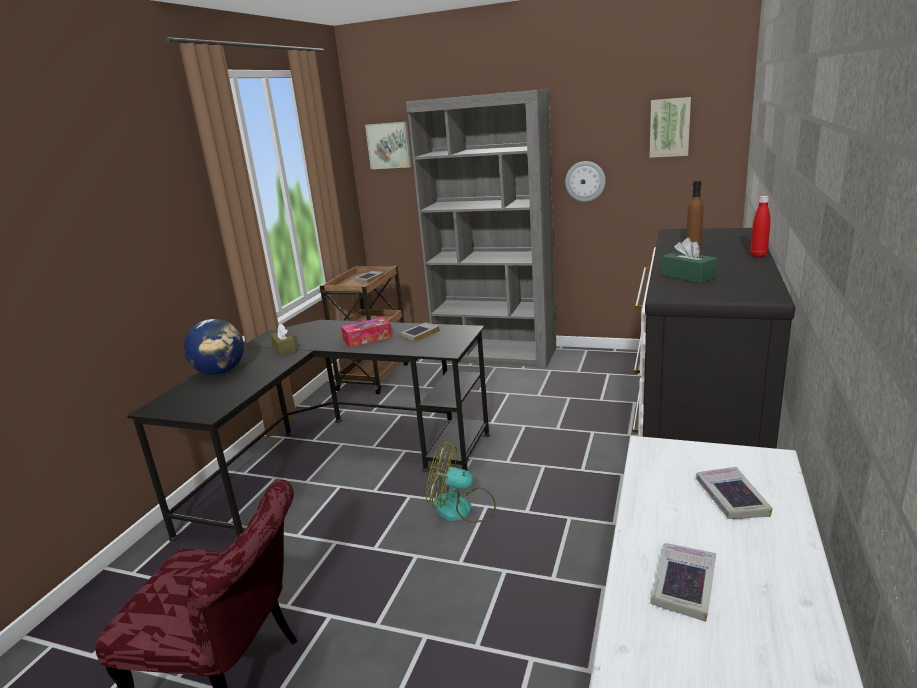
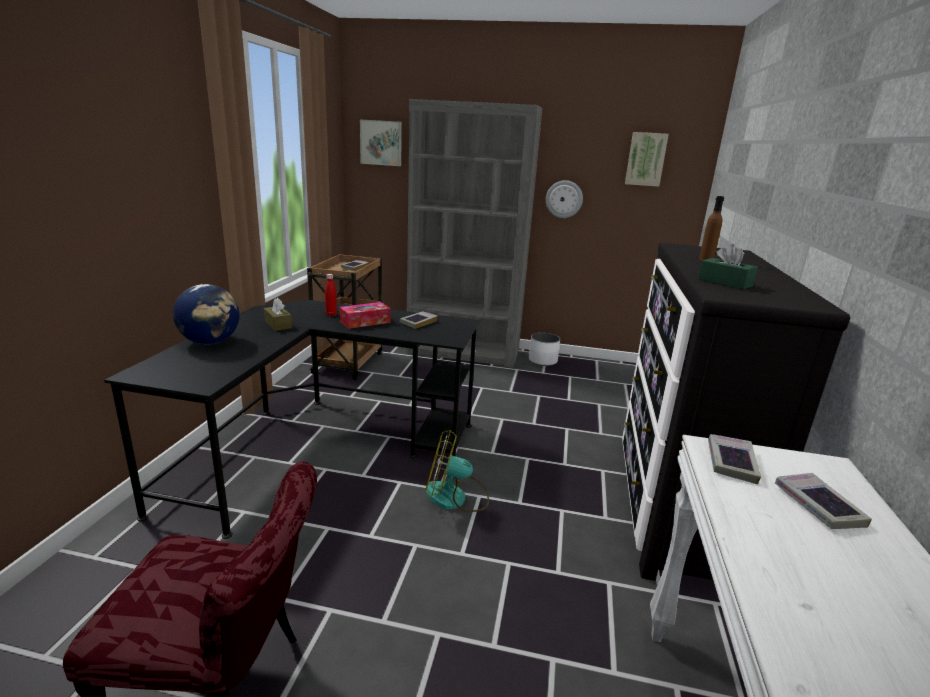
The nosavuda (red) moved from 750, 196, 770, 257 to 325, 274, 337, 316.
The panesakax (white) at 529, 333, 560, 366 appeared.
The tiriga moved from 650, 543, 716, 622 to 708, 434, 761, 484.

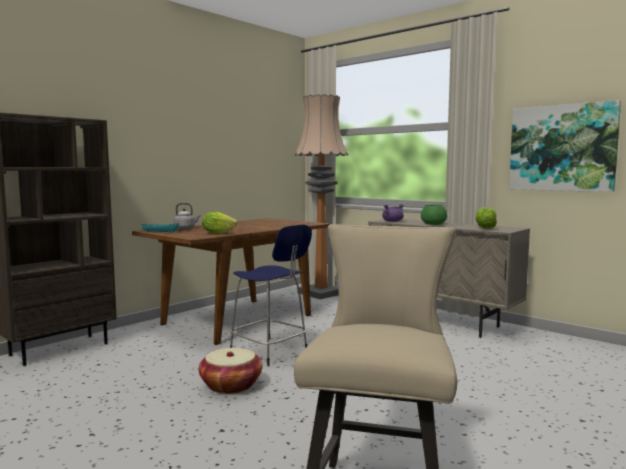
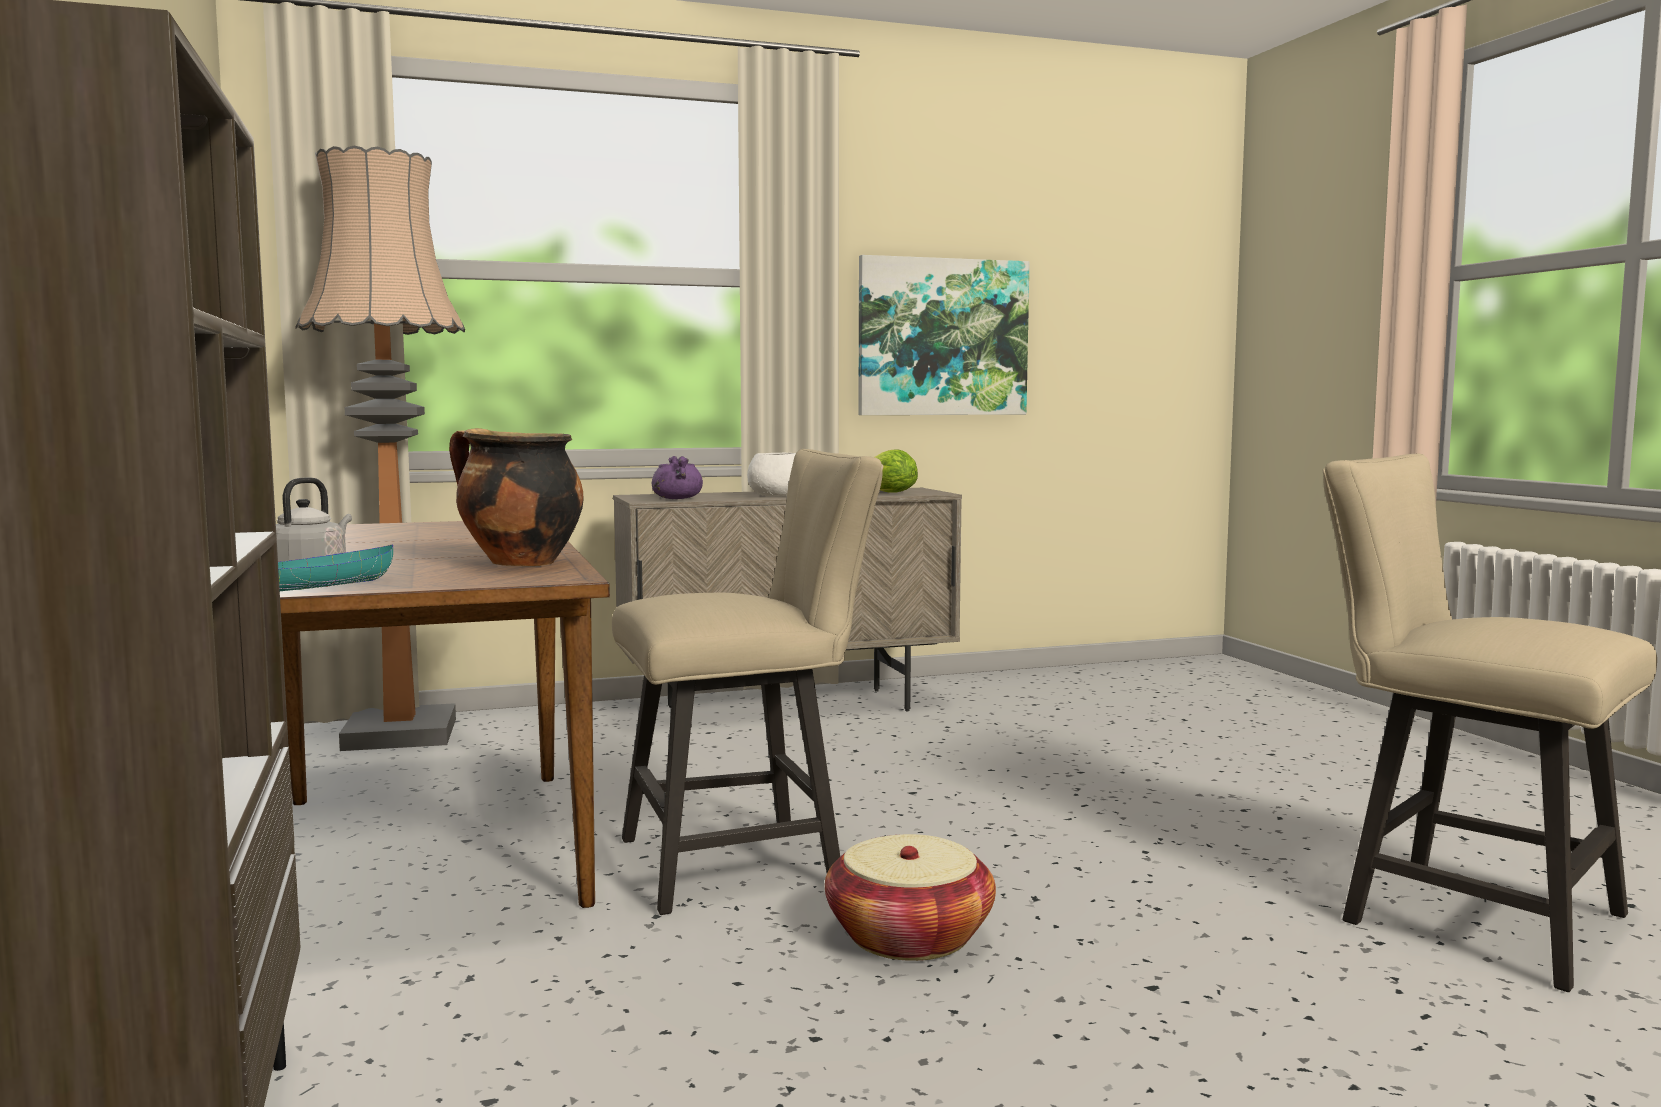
The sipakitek at 202, 212, 237, 234 was replaced by the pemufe at 449, 428, 584, 566.
The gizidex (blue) at 230, 225, 312, 366 was replaced by the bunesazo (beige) at 612, 449, 883, 915.
The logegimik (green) at 421, 205, 447, 225 became the logegimik (white) at 747, 453, 796, 496.

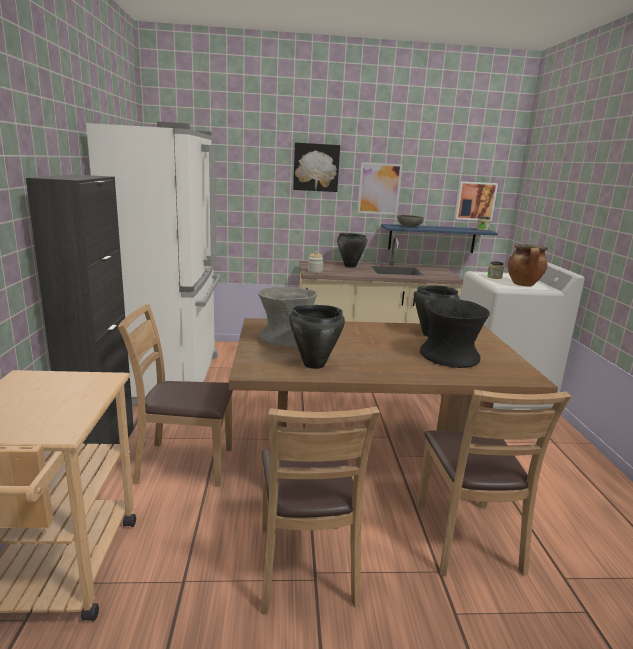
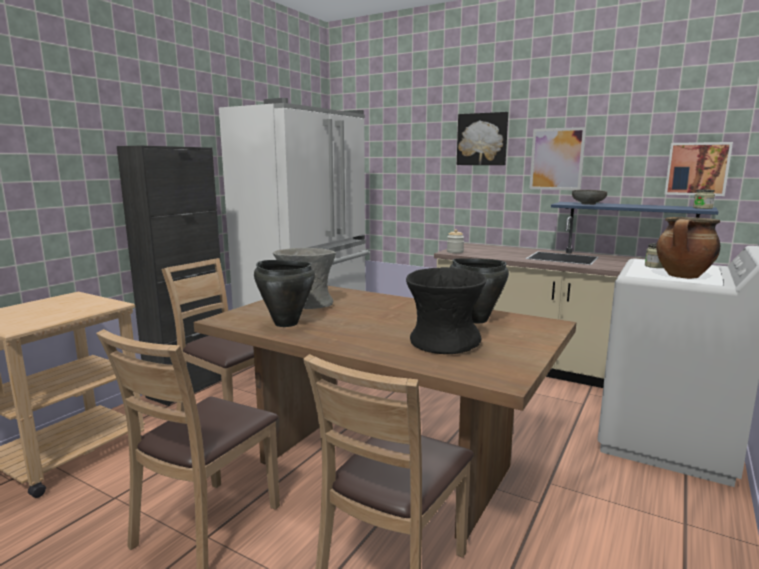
The pemufe (black) at 337, 233, 367, 268 disappeared.

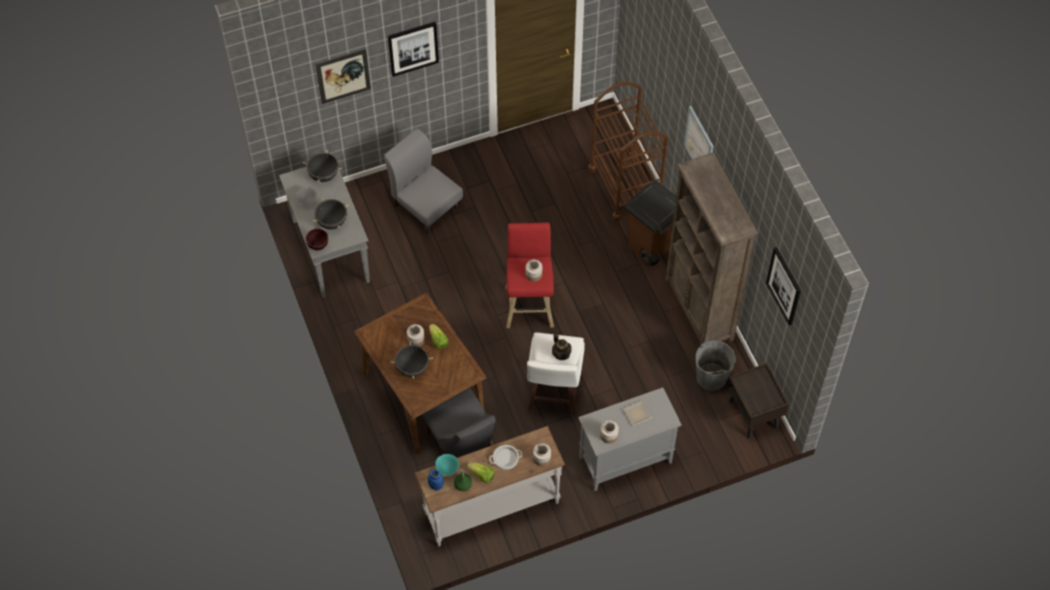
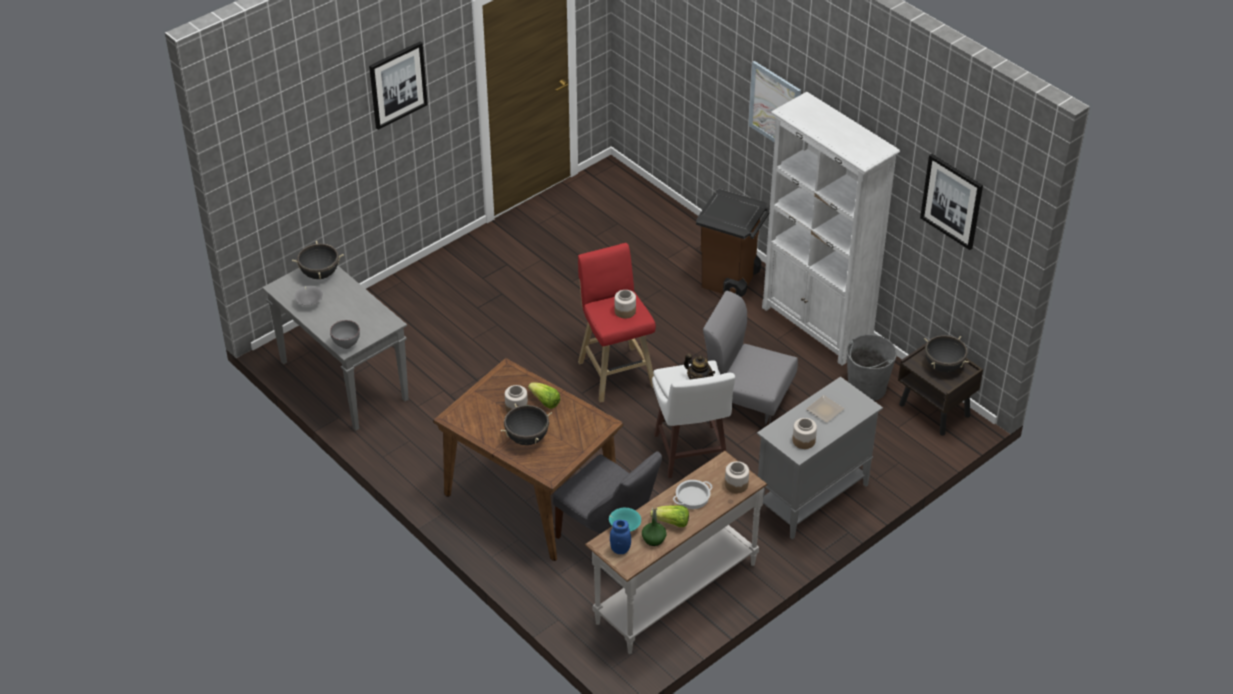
The logegimik (brown) at 306, 228, 328, 251 became the logegimik (grey) at 330, 320, 360, 349.
The bunesazo (grey) moved from 384, 129, 463, 233 to 703, 291, 798, 427.
The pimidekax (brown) at 665, 152, 758, 346 became the pimidekax (white) at 762, 92, 900, 366.
The pemufe (black) moved from 313, 198, 349, 230 to 924, 335, 968, 372.
The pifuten at 315, 49, 371, 104 disappeared.
The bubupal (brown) at 588, 82, 668, 222 disappeared.

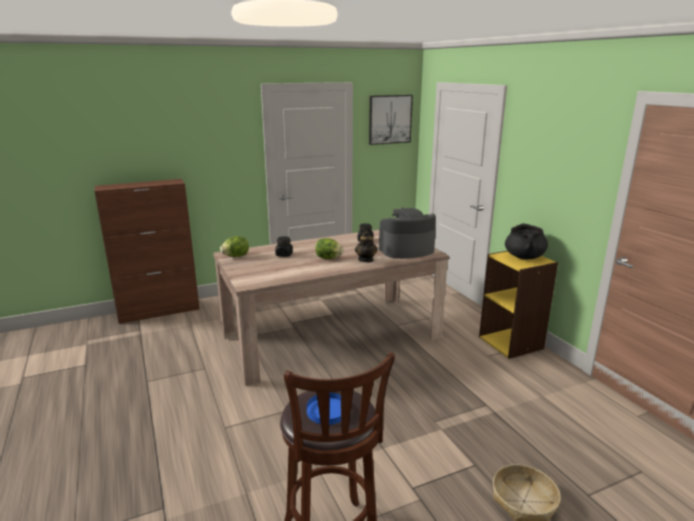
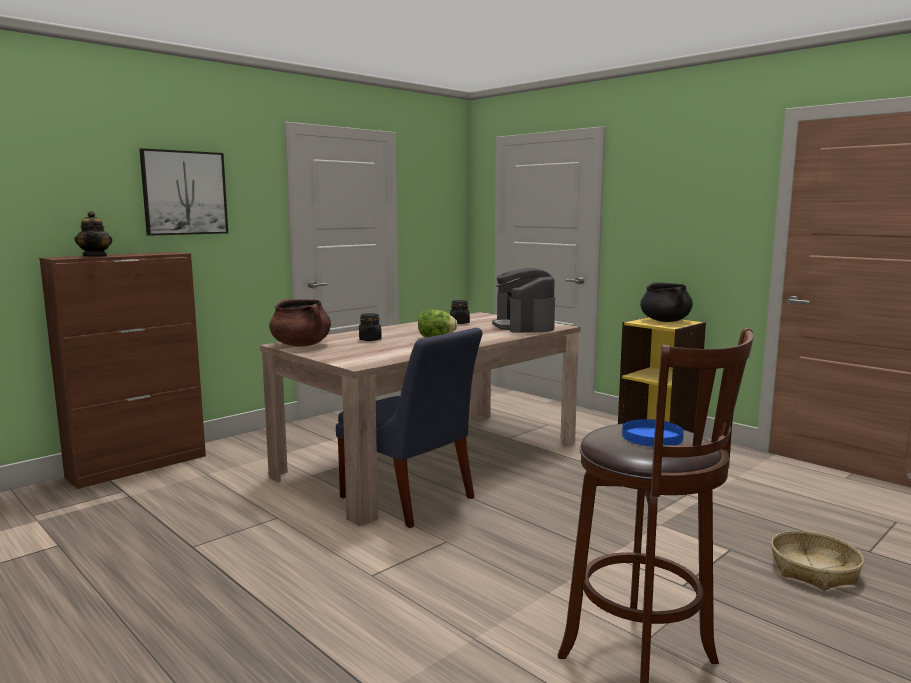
The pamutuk moved from 355, 231, 378, 262 to 74, 211, 112, 257.
The pifuten moved from 369, 95, 413, 145 to 139, 148, 228, 236.
The sipakitek at 220, 236, 249, 257 was replaced by the pemufe (brown) at 269, 299, 331, 347.
The bunesazo (blue) at 336, 328, 483, 528 appeared.
The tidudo at 379, 208, 436, 259 turned 60 degrees counterclockwise.

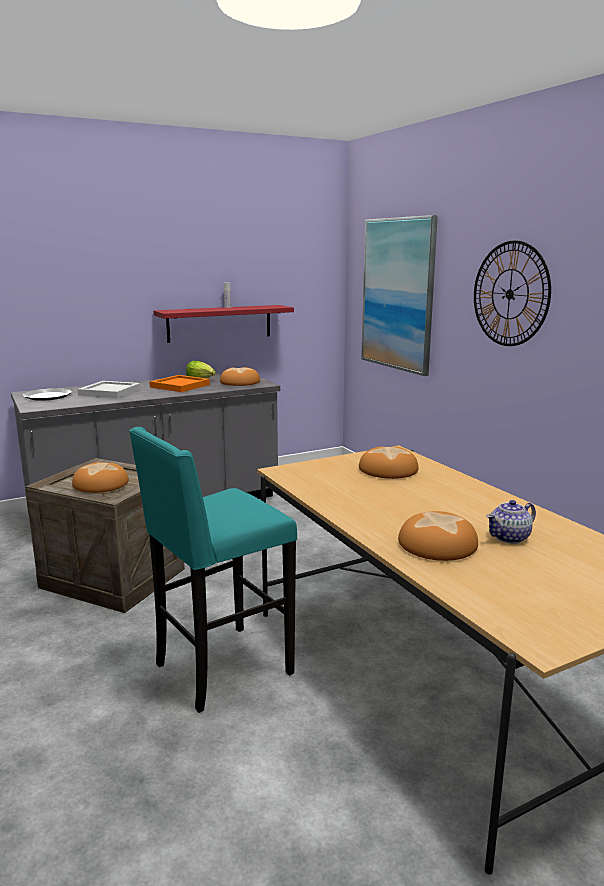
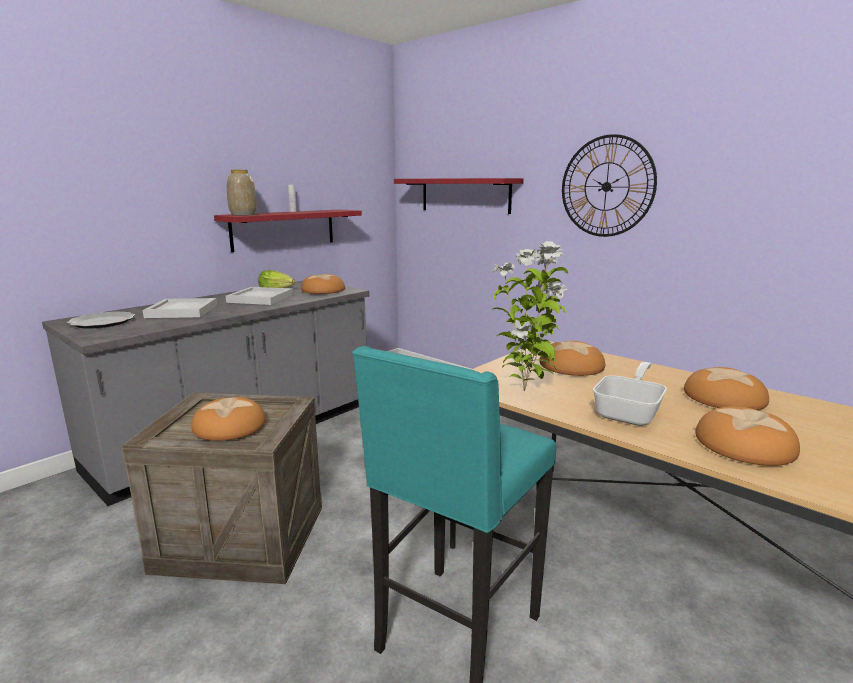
The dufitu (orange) at 149, 375, 210, 392 became the dufitu (white) at 226, 287, 293, 305.
The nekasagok at 227, 170, 257, 216 appeared.
The pifuten at 361, 215, 438, 376 was replaced by the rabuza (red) at 394, 178, 523, 214.
The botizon at 492, 241, 568, 391 appeared.
The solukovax at 593, 362, 667, 426 appeared.
The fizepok at 684, 367, 769, 410 appeared.
The pamutuk at 486, 500, 536, 544 disappeared.

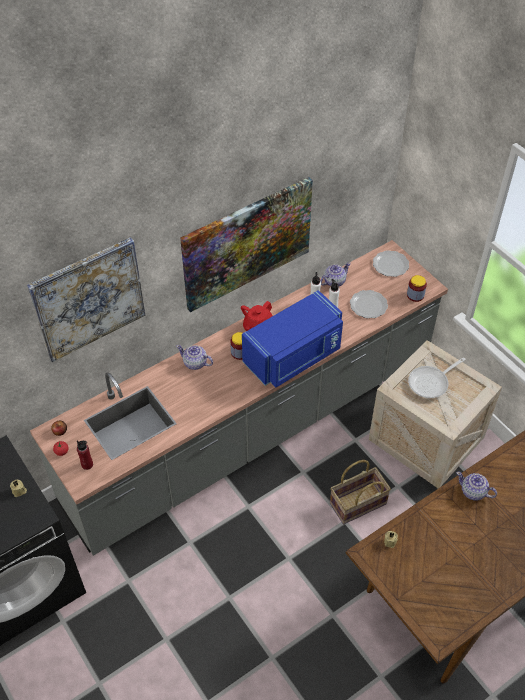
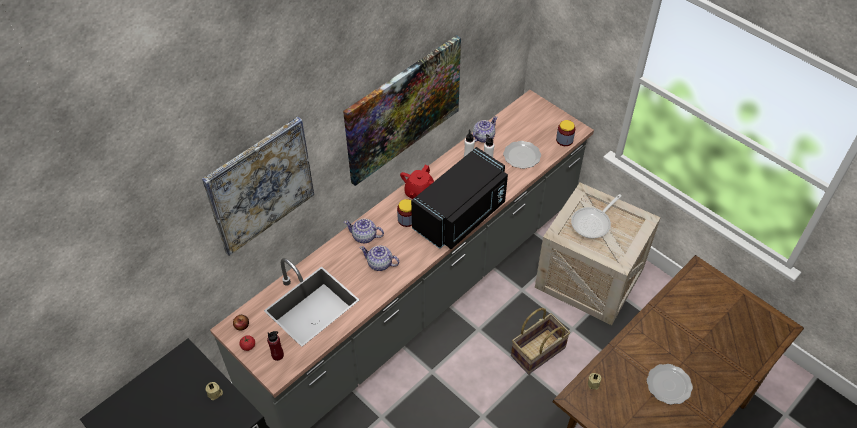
The pamutuk moved from 456, 472, 497, 501 to 360, 245, 399, 271.
The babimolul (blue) at 242, 290, 343, 387 became the babimolul (black) at 411, 147, 508, 249.
The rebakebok moved from 373, 250, 409, 277 to 647, 364, 693, 405.

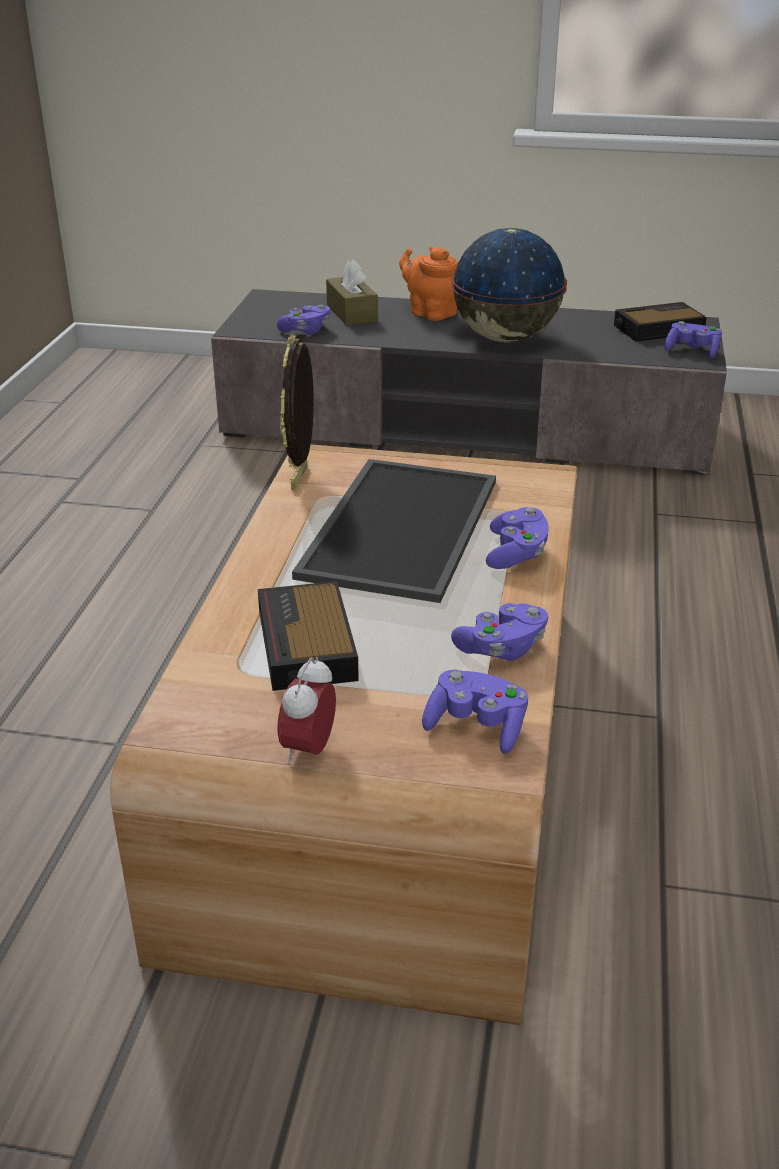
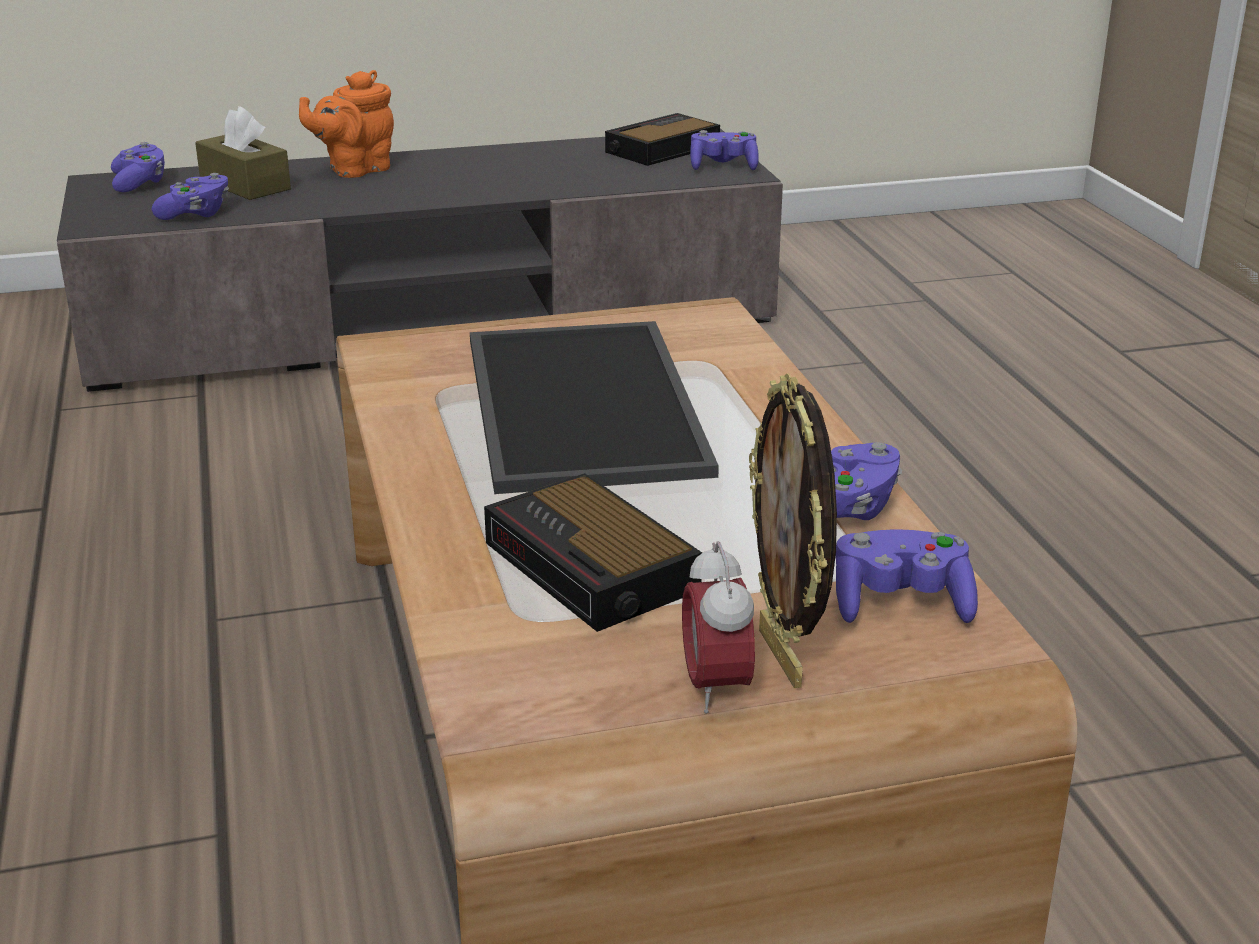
The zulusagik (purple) moved from 486, 507, 549, 569 to 111, 142, 165, 192.
The pamutuk (orange) at 399, 247, 458, 321 turned 60 degrees counterclockwise.
The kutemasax moved from 280, 334, 314, 490 to 749, 373, 837, 688.
The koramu at 451, 228, 567, 342 disappeared.

